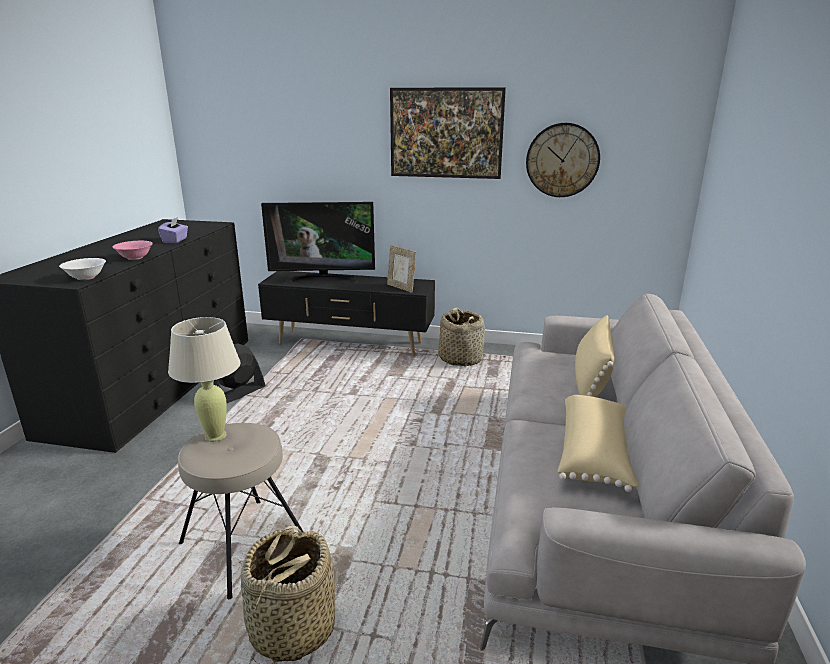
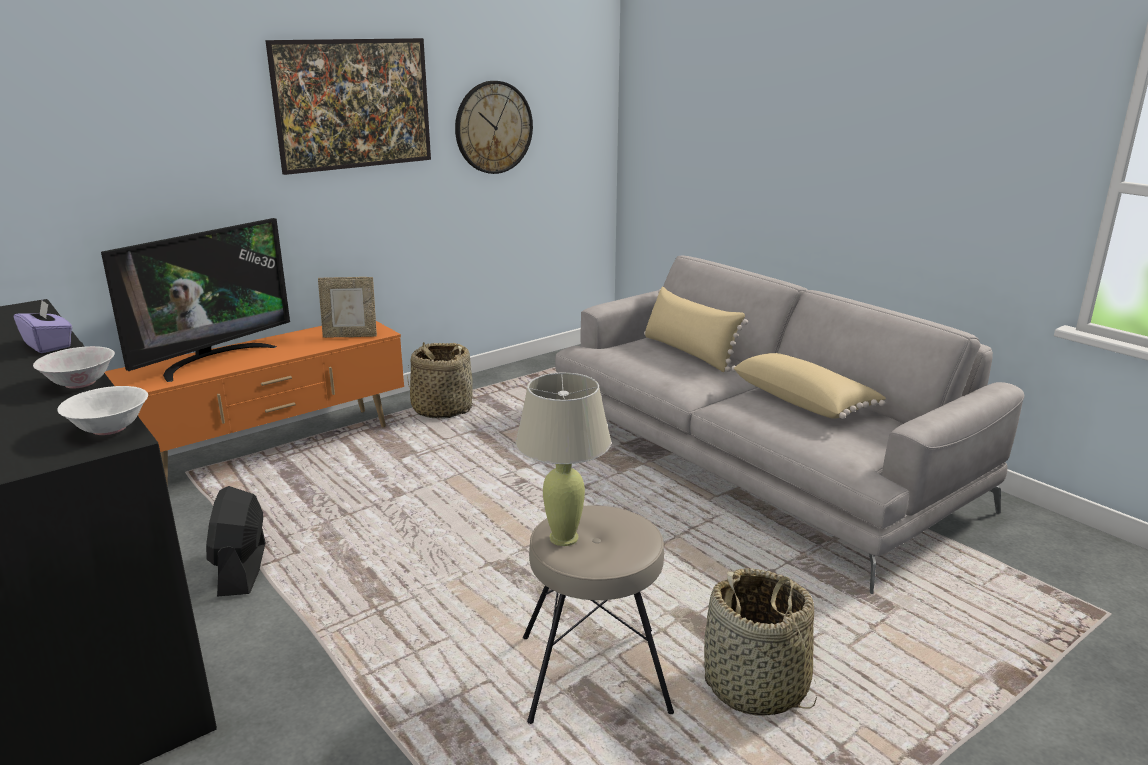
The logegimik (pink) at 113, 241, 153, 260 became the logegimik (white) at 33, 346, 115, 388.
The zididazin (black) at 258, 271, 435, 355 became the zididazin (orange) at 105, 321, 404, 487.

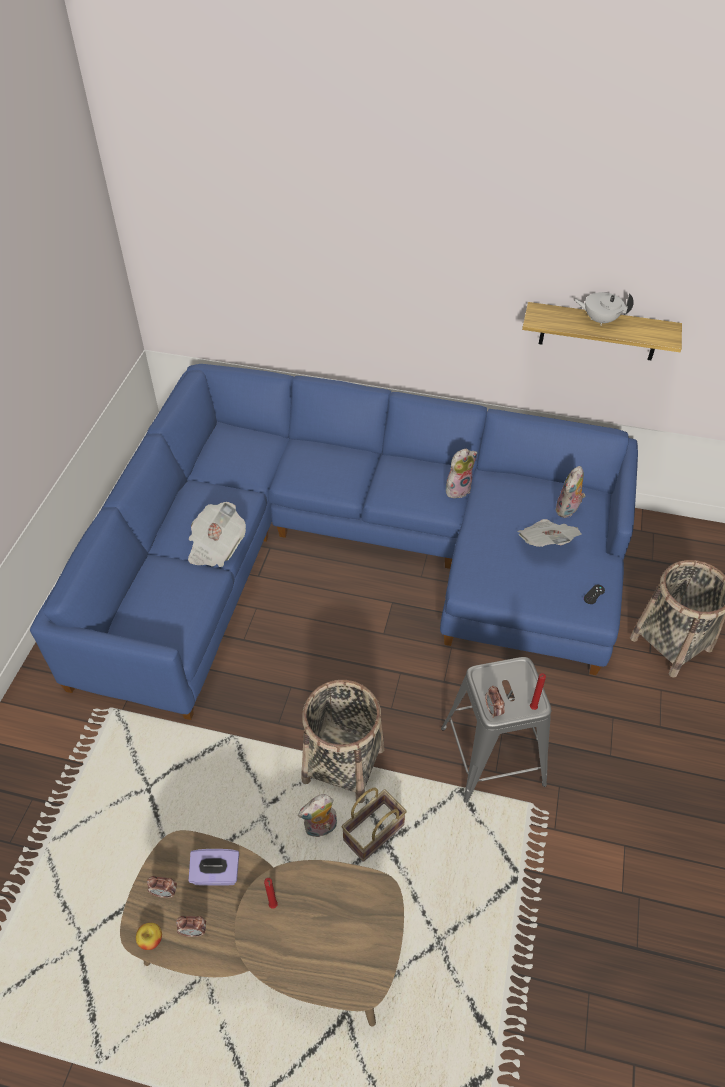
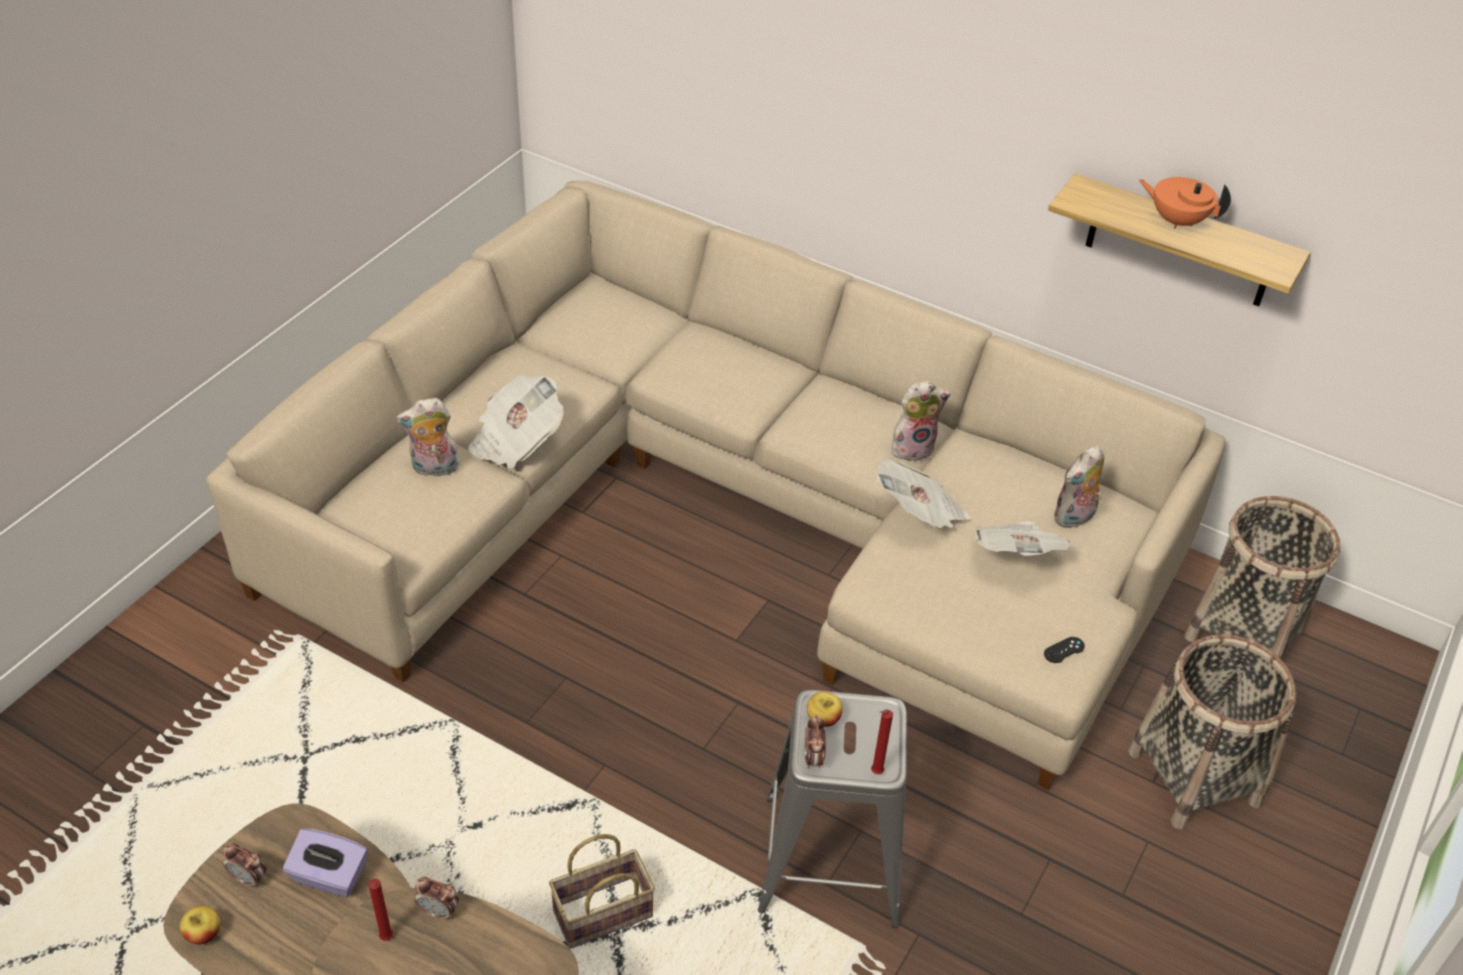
The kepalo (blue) at 30, 364, 638, 720 became the kepalo (beige) at 206, 181, 1226, 790.
The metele moved from 298, 794, 337, 837 to 396, 398, 460, 476.
The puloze moved from 176, 916, 206, 937 to 414, 877, 459, 920.
The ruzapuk at 807, 692, 843, 727 appeared.
The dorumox at 875, 459, 971, 529 appeared.
The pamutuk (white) at 574, 292, 634, 326 became the pamutuk (orange) at 1139, 177, 1231, 229.
The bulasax moved from 301, 680, 384, 803 to 1185, 496, 1340, 659.

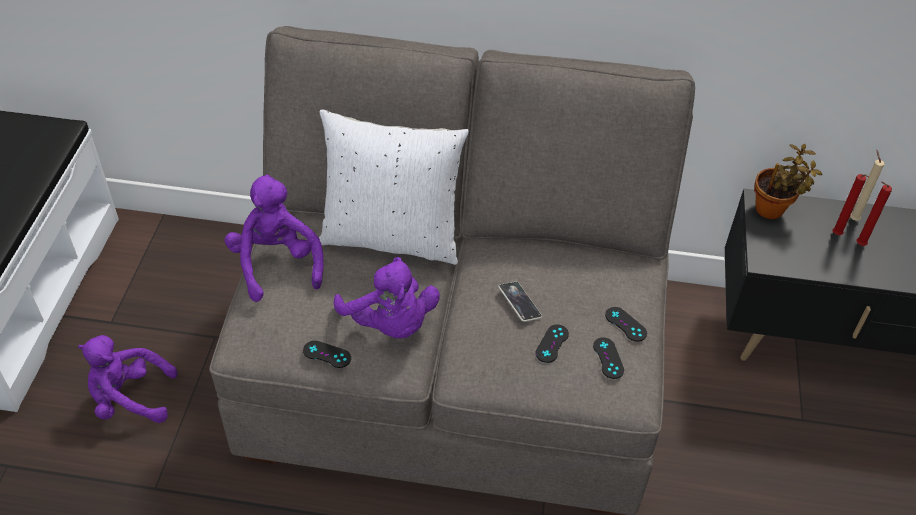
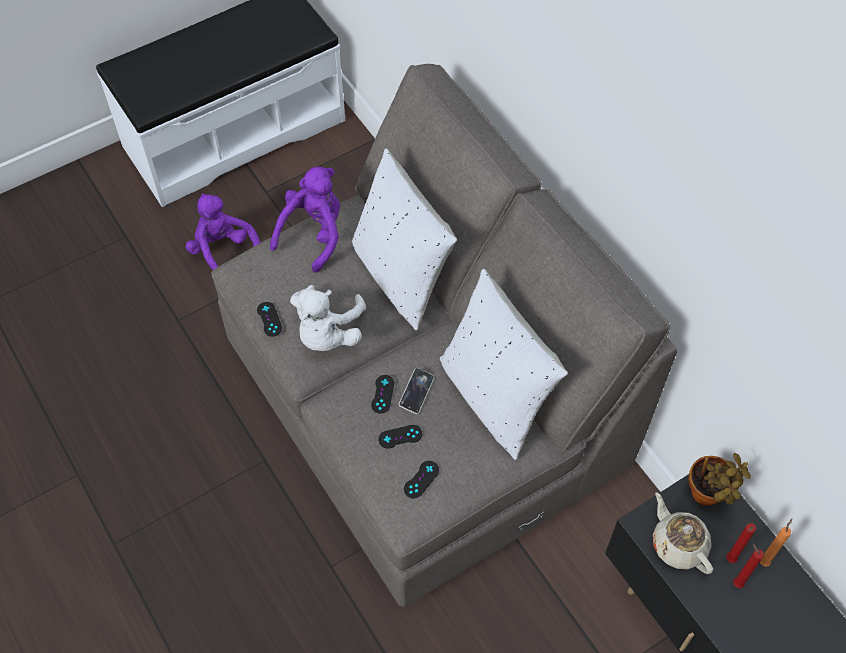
The metele (purple) at 334, 257, 440, 338 became the metele (white) at 290, 285, 366, 351.
The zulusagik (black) moved from 605, 307, 647, 342 to 371, 375, 394, 414.
The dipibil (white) at 440, 269, 568, 460 appeared.
The pamutuk (beige) at 653, 492, 713, 574 appeared.
The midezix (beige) at 850, 150, 884, 221 became the midezix (orange) at 760, 519, 792, 567.

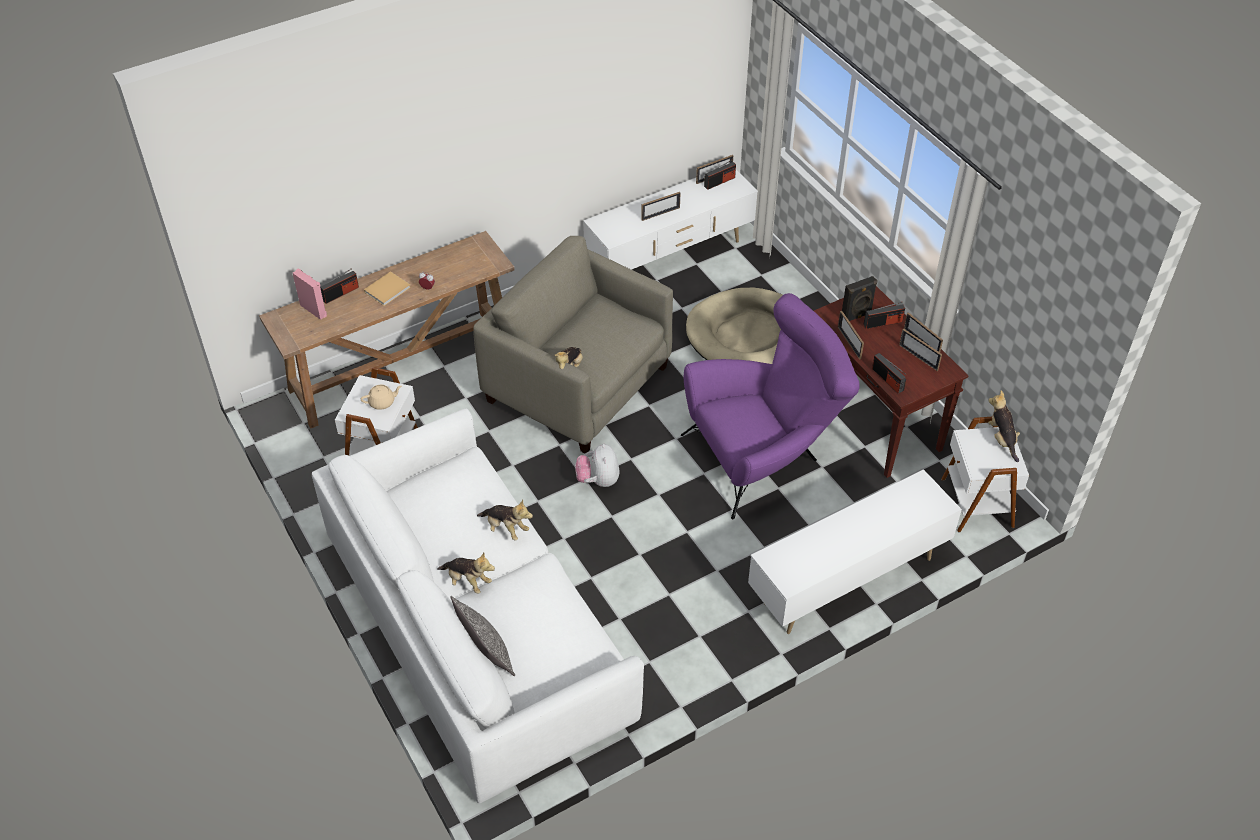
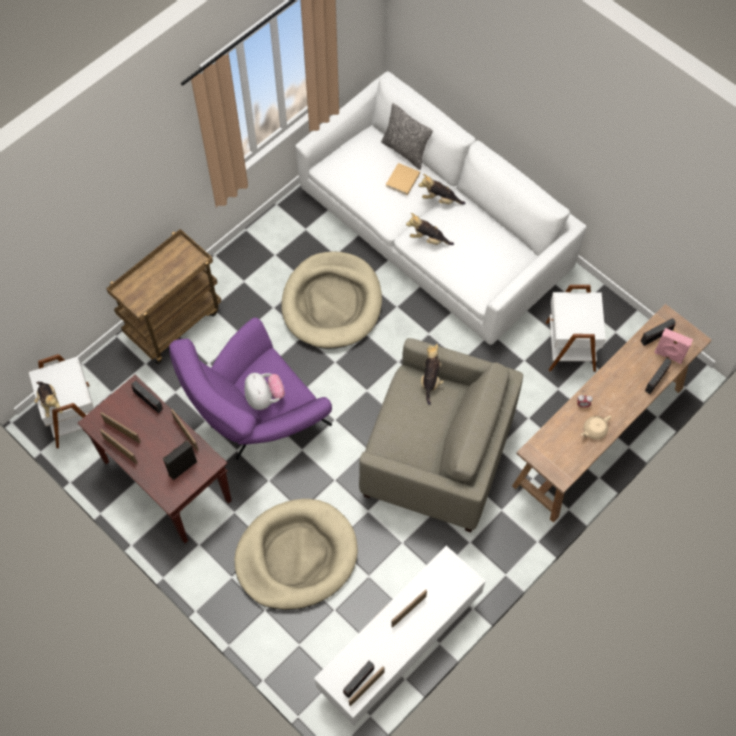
The zididazin (white) at 748, 469, 962, 634 was replaced by the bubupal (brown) at 106, 229, 222, 364.
The metele moved from 575, 443, 619, 487 to 245, 373, 285, 410.
The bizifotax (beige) at 281, 251, 382, 349 appeared.
The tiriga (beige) moved from 364, 271, 411, 306 to 385, 163, 420, 195.
The pamutuk (beige) moved from 361, 385, 402, 410 to 581, 416, 611, 440.
The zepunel moved from 864, 302, 905, 329 to 641, 318, 676, 346.

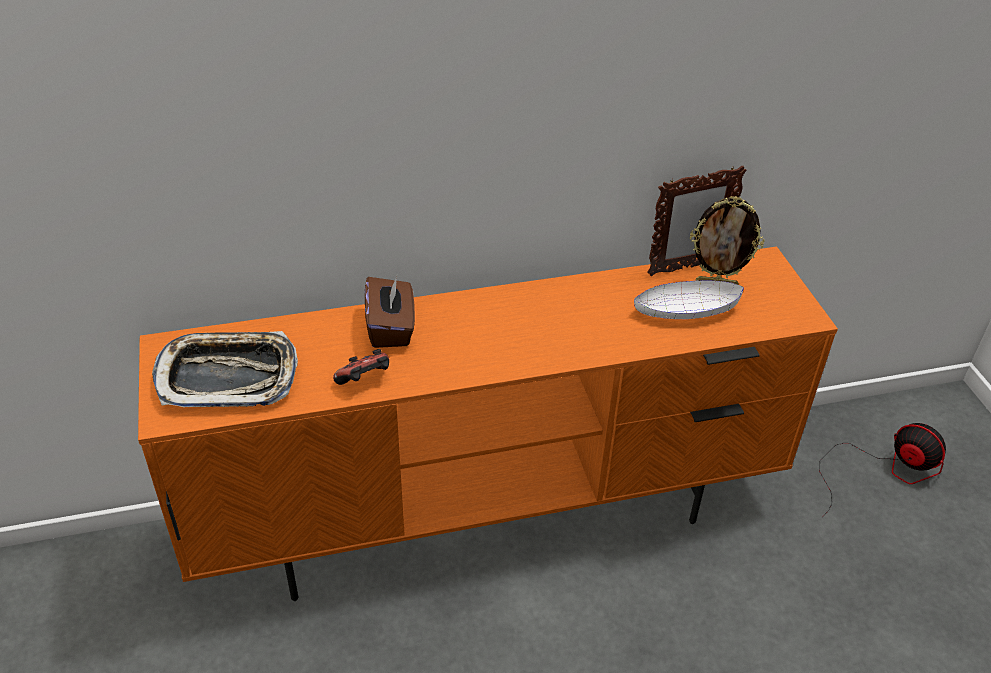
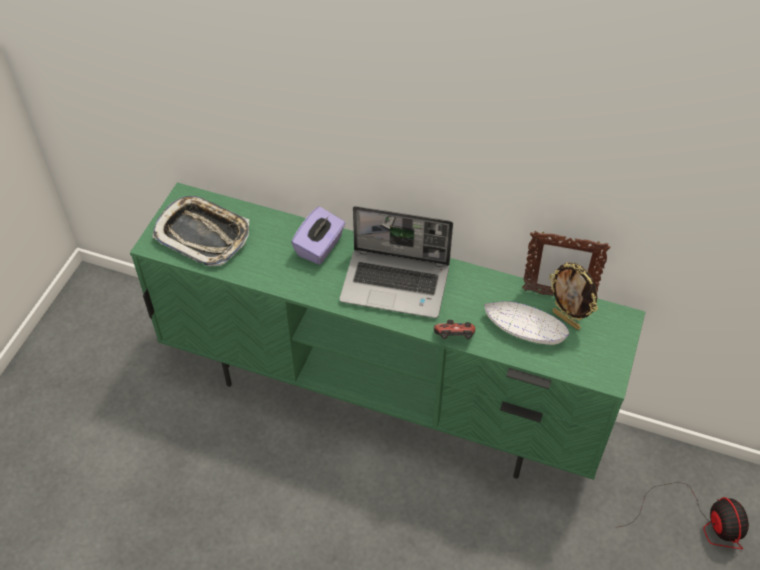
The zididazin (orange) at 138, 247, 838, 601 became the zididazin (green) at 130, 183, 645, 480.
The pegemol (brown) at 365, 276, 415, 348 became the pegemol (purple) at 291, 206, 346, 265.
The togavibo at 339, 206, 453, 318 appeared.
The zulusagik moved from 333, 349, 389, 385 to 434, 320, 475, 339.

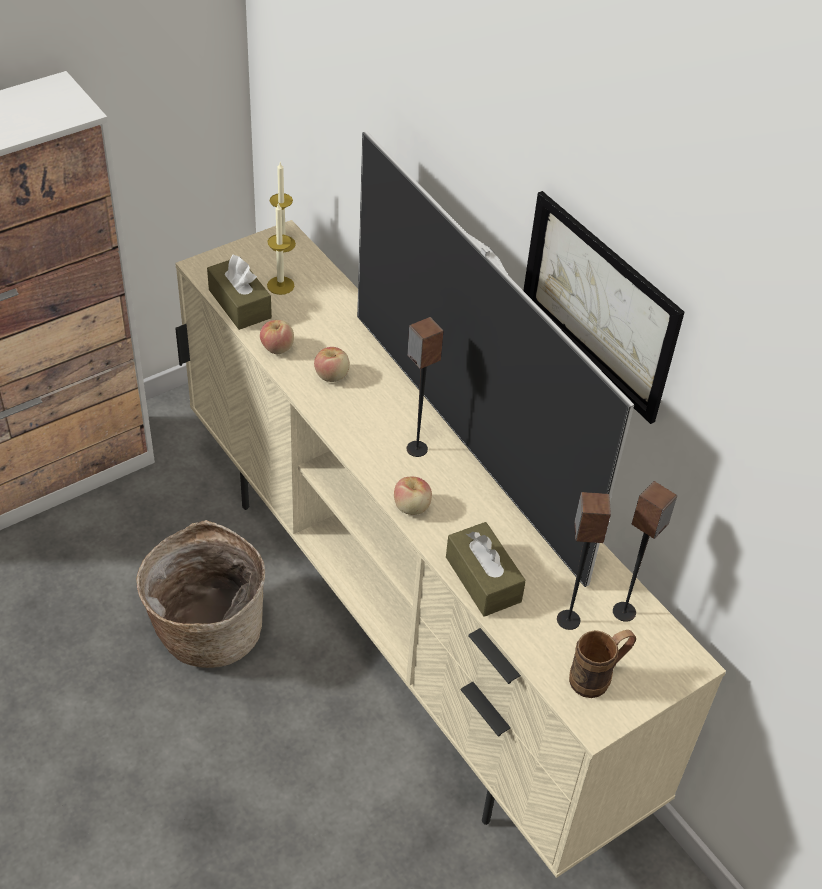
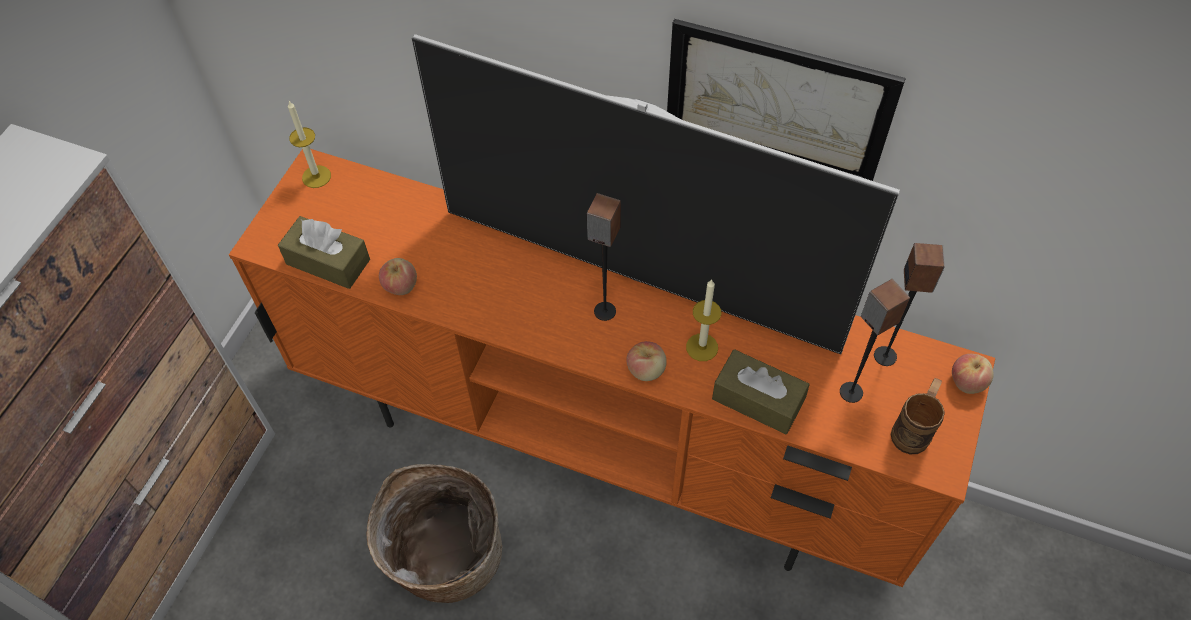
The zididazin (beige) at 175, 220, 726, 878 became the zididazin (orange) at 229, 149, 995, 587.
The midezix moved from 267, 202, 295, 295 to 686, 279, 722, 361.
The ruzapuk moved from 314, 347, 350, 382 to 952, 354, 994, 394.

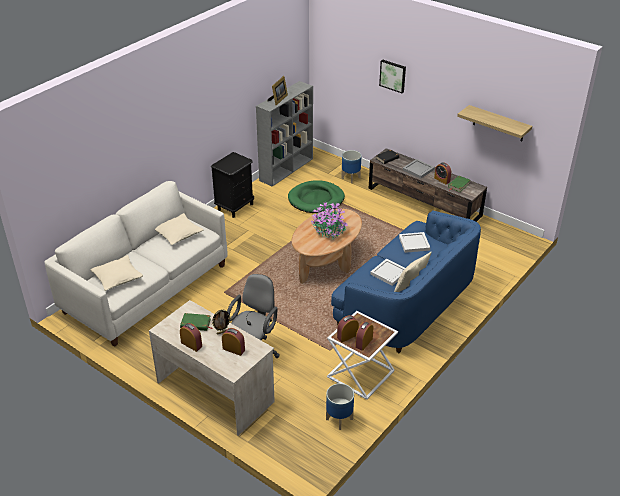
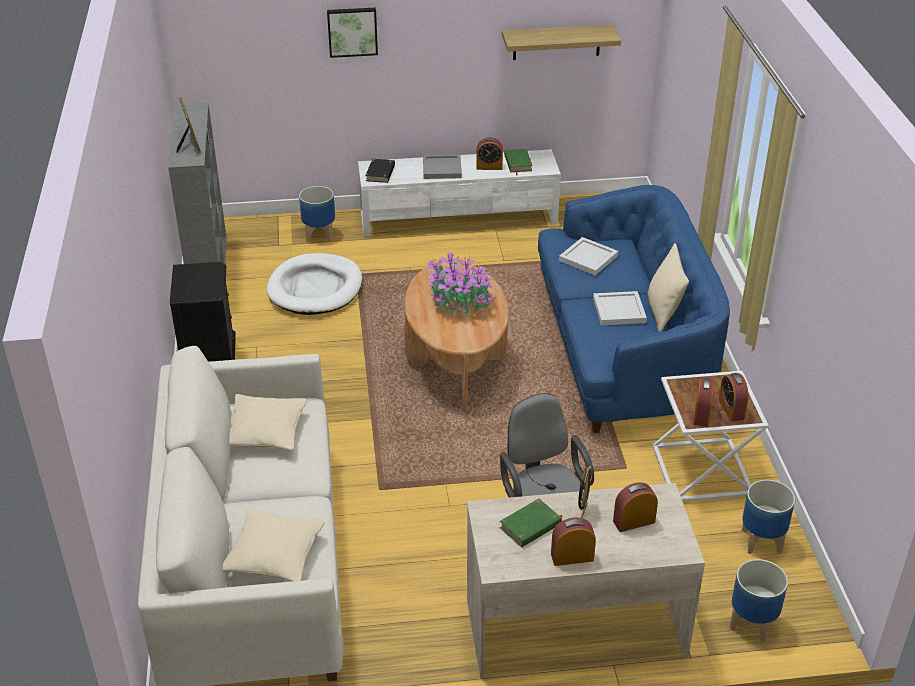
The bizifotax (green) at 288, 180, 345, 213 became the bizifotax (white) at 267, 253, 362, 315.
The zididazin (brown) at 369, 148, 487, 222 became the zididazin (white) at 358, 149, 561, 237.
The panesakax at 729, 559, 788, 643 appeared.

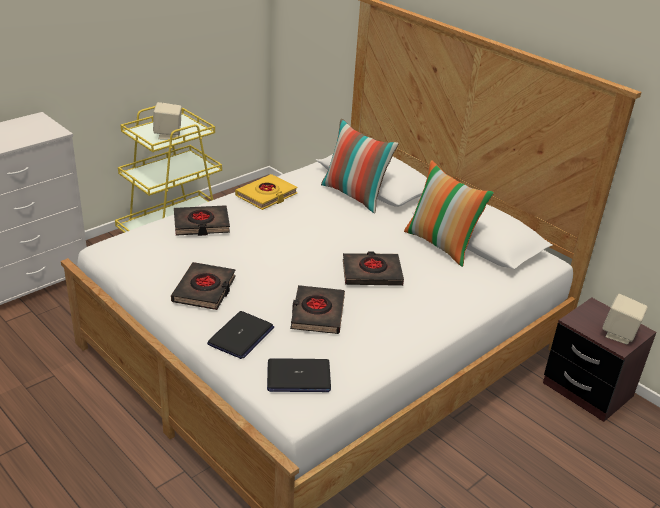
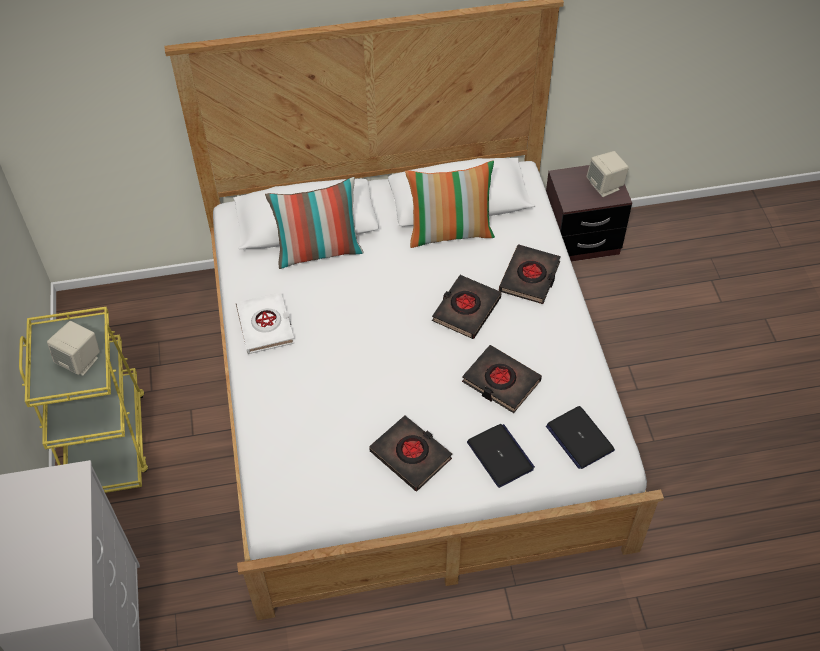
The tiriga (yellow) at 235, 174, 297, 210 became the tiriga (white) at 236, 293, 295, 354.
The tiriga (black) moved from 174, 205, 230, 236 to 499, 244, 561, 304.
The togavibo at 267, 358, 331, 392 turned 120 degrees clockwise.

